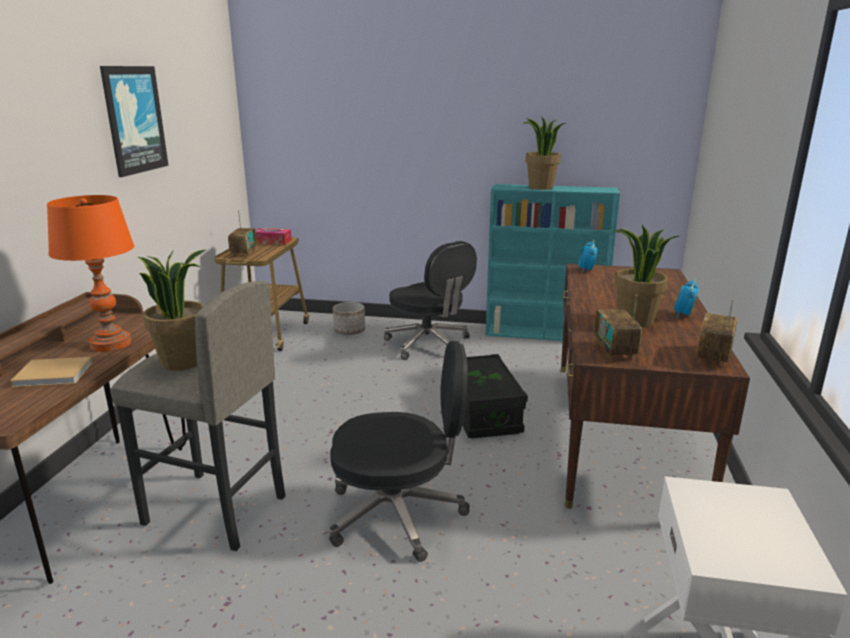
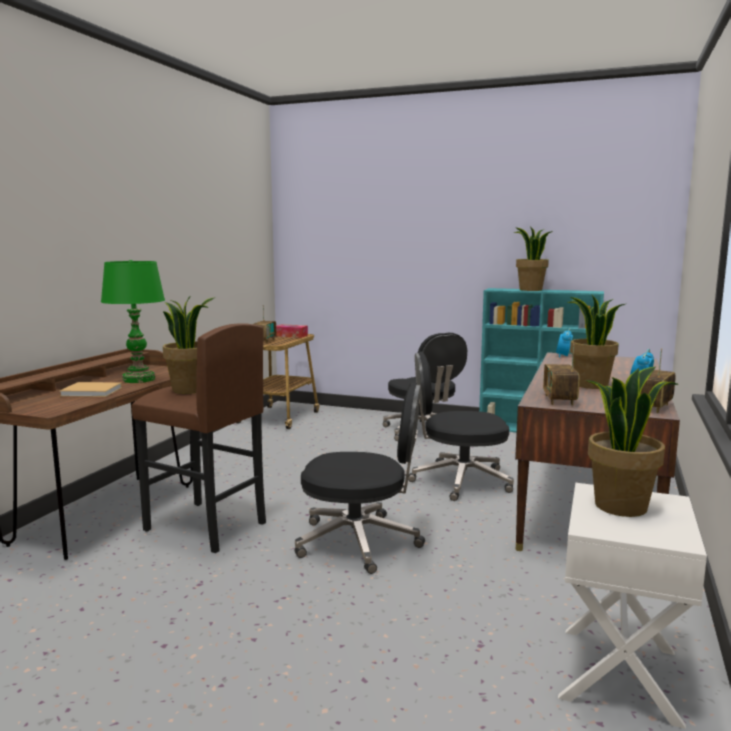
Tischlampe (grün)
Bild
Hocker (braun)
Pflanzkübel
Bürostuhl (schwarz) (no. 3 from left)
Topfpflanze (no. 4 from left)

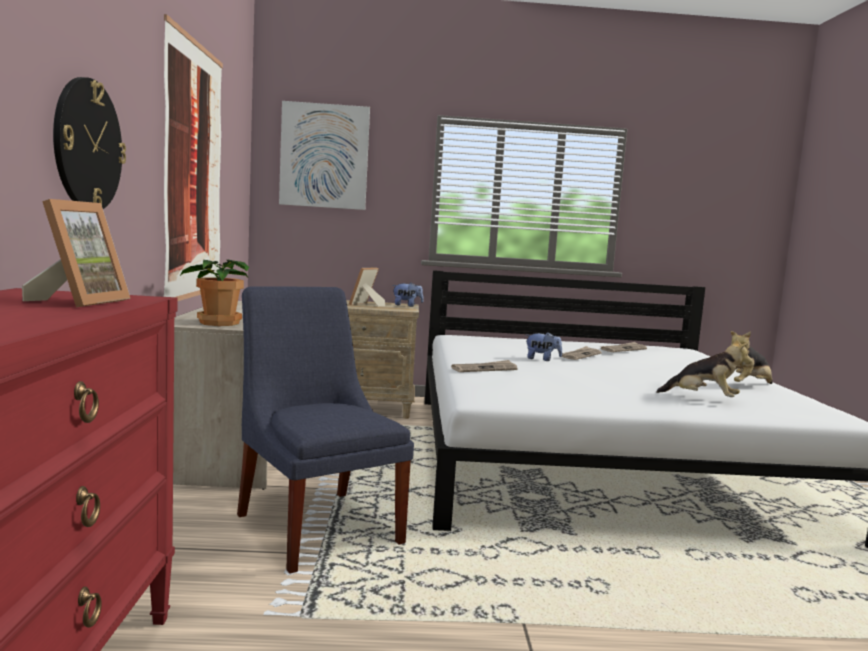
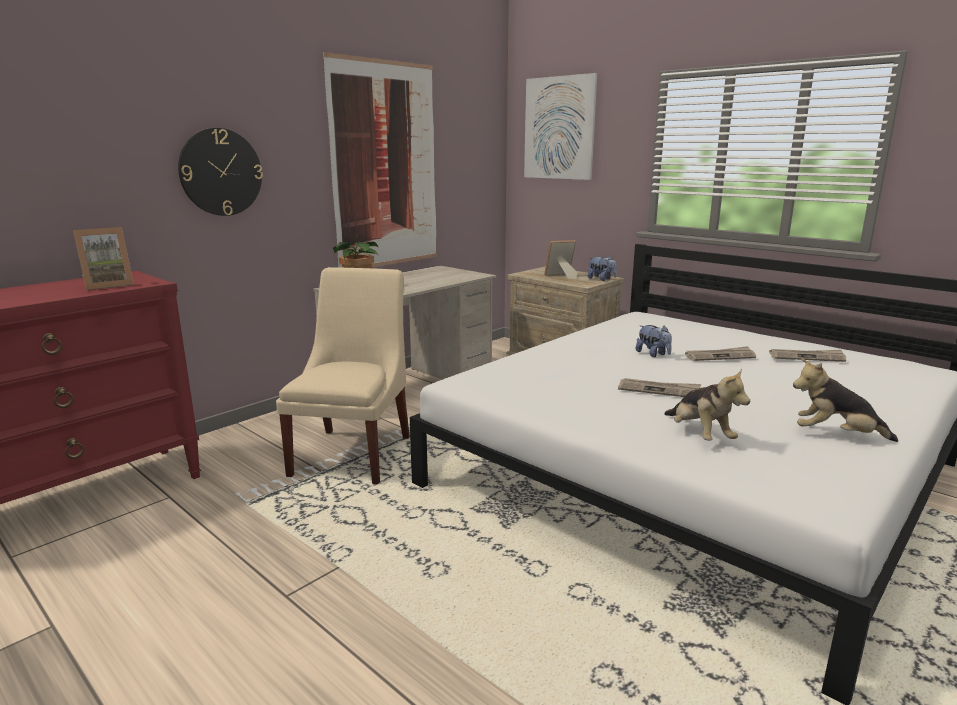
Stuhl (beige)
Zeitung (no. 1 from left)

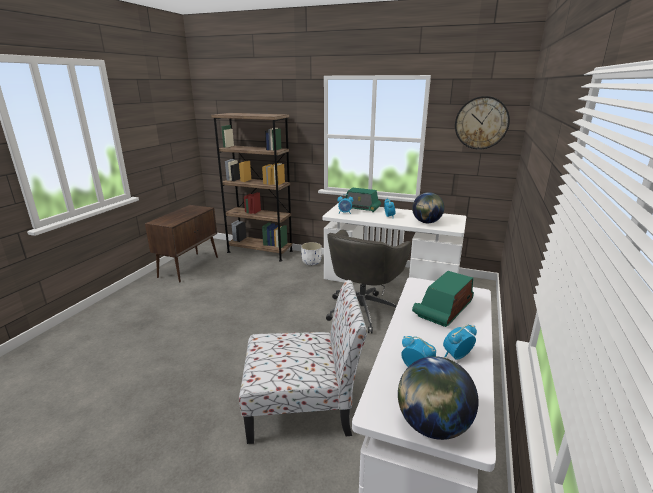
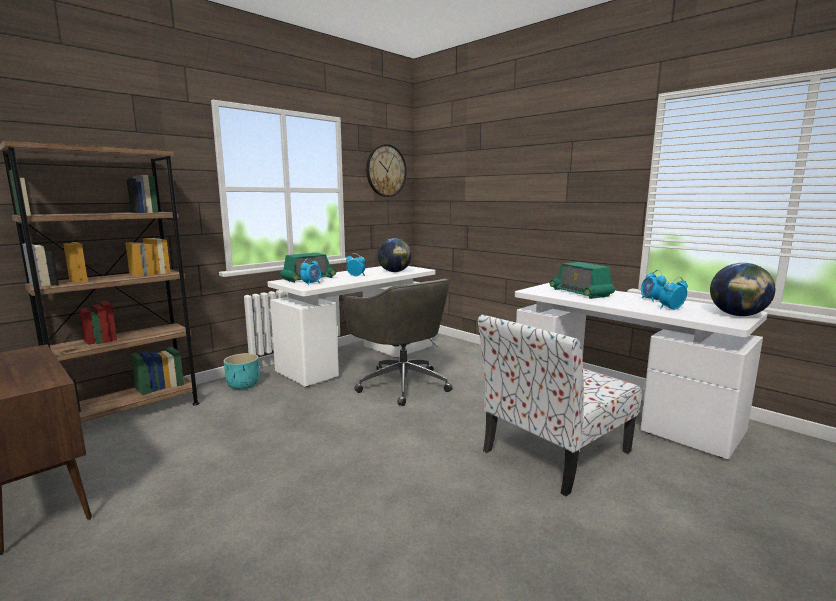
Stuhl
Pflanzkübel (türkis)

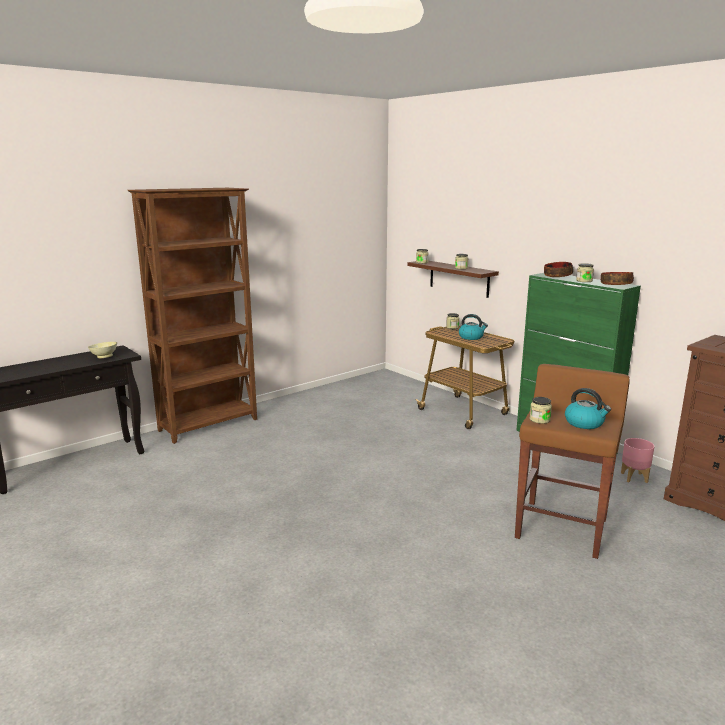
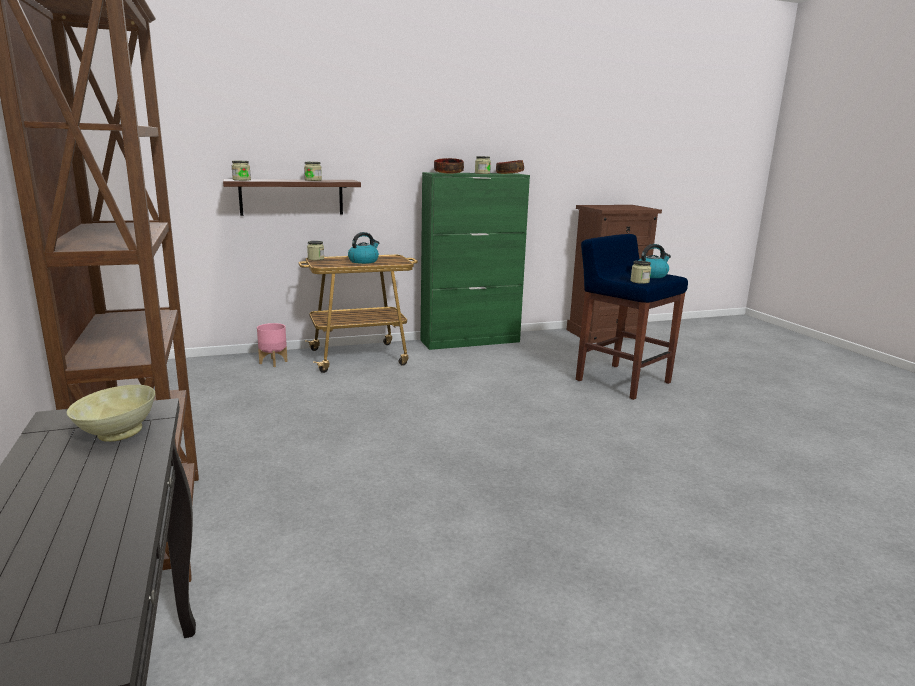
Hocker (blau)
Pflanzkübel (rosa)

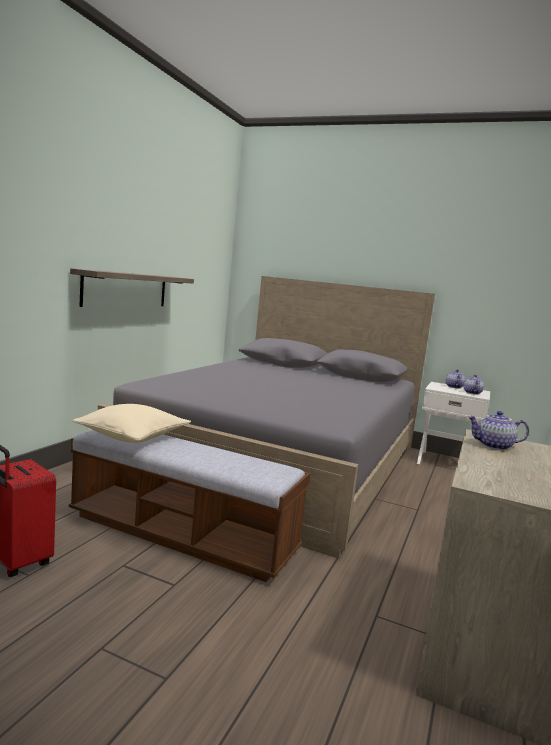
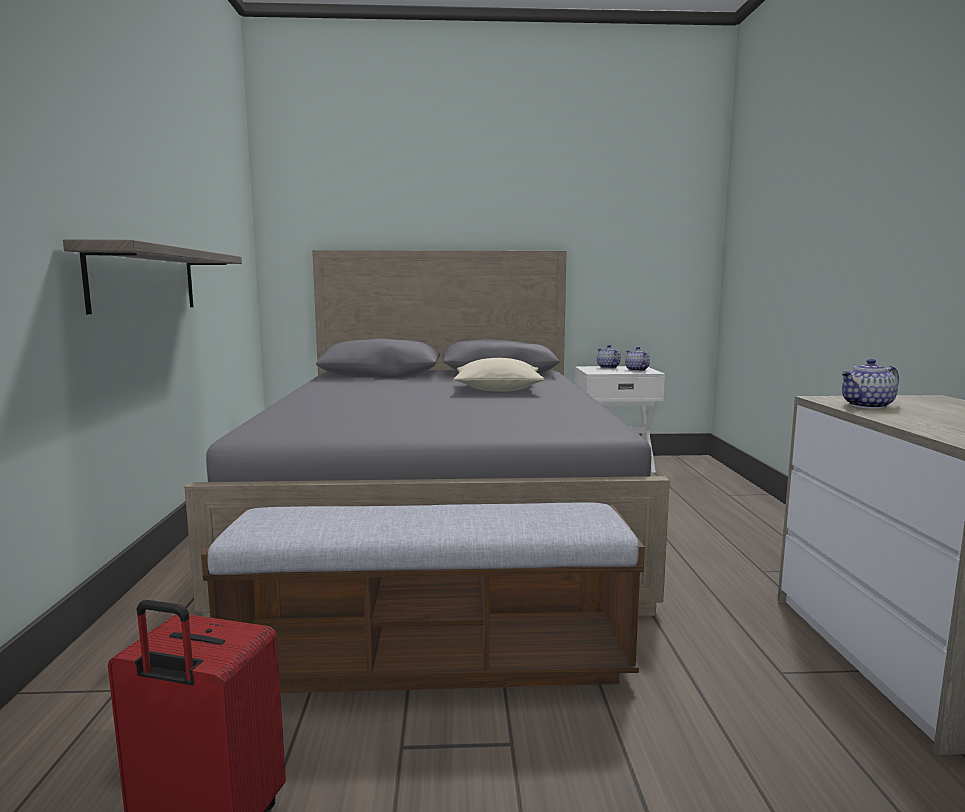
Kissen (beige)

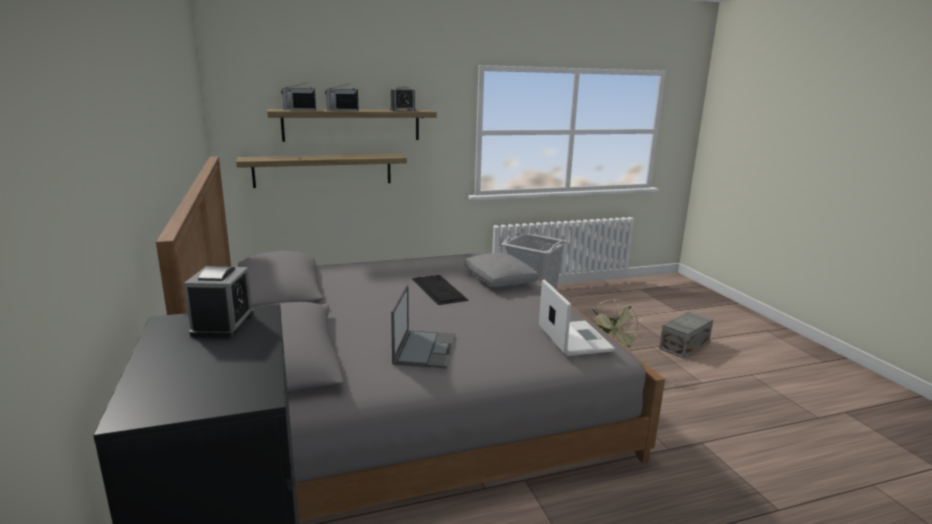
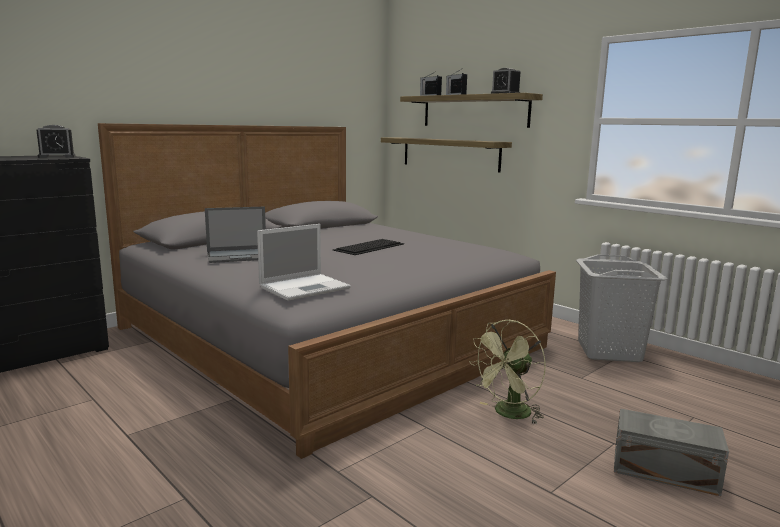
Kissen (grau)

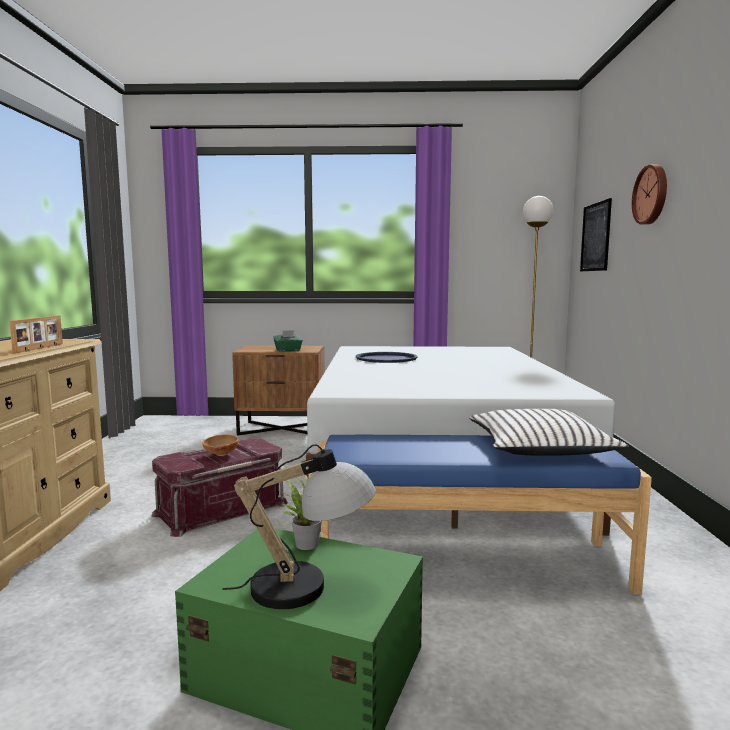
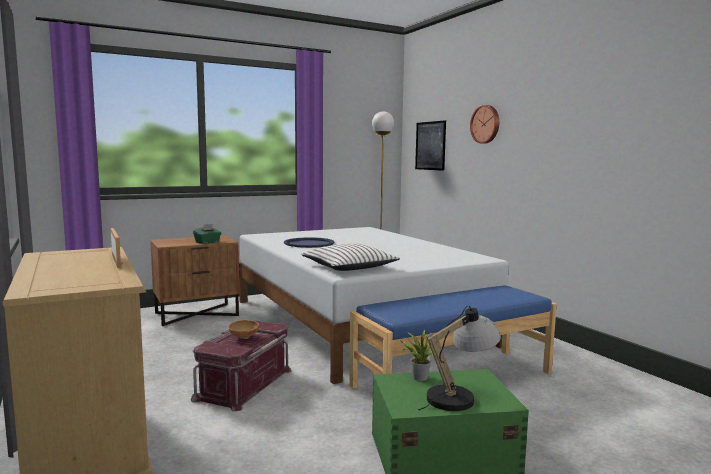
Kissen (weiß)

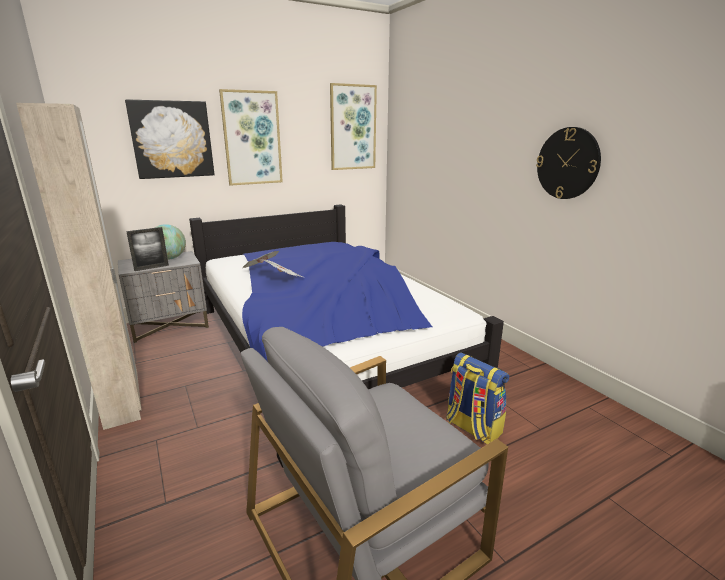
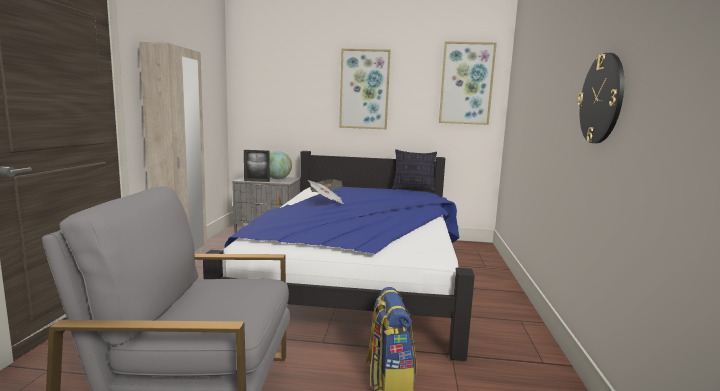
Bild (no. 1 from left in the first image)
Kissen

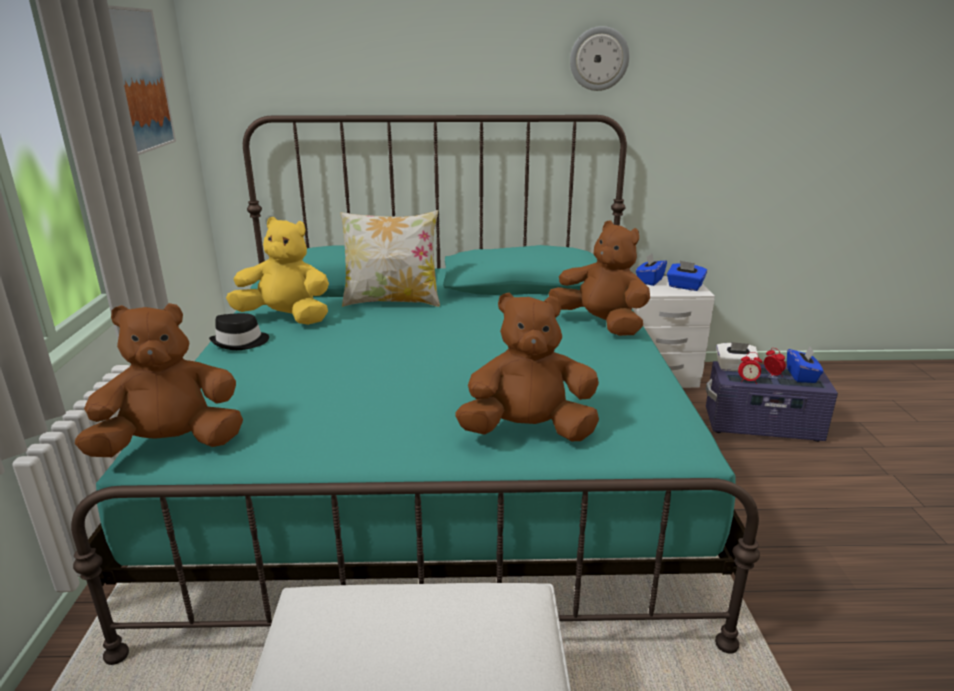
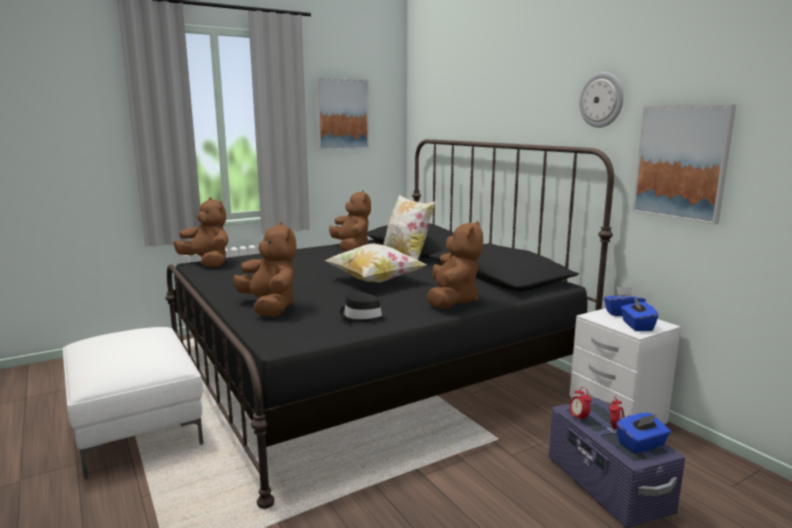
Bett (schwarz)
Hut (schwarz)
Plüschtier (braun) (no. 3 from left)
Taschentuchbox (weiß)
Kissen (no. 1 from left)
Bild (no. 2 from left)

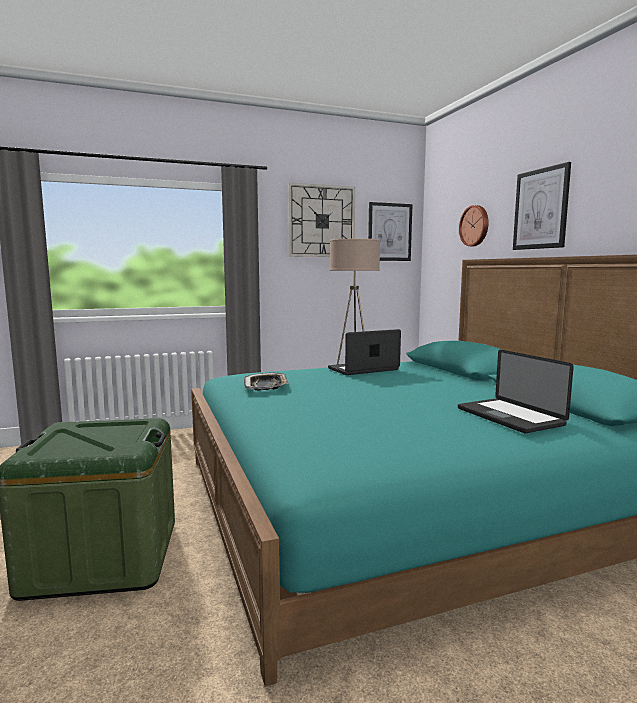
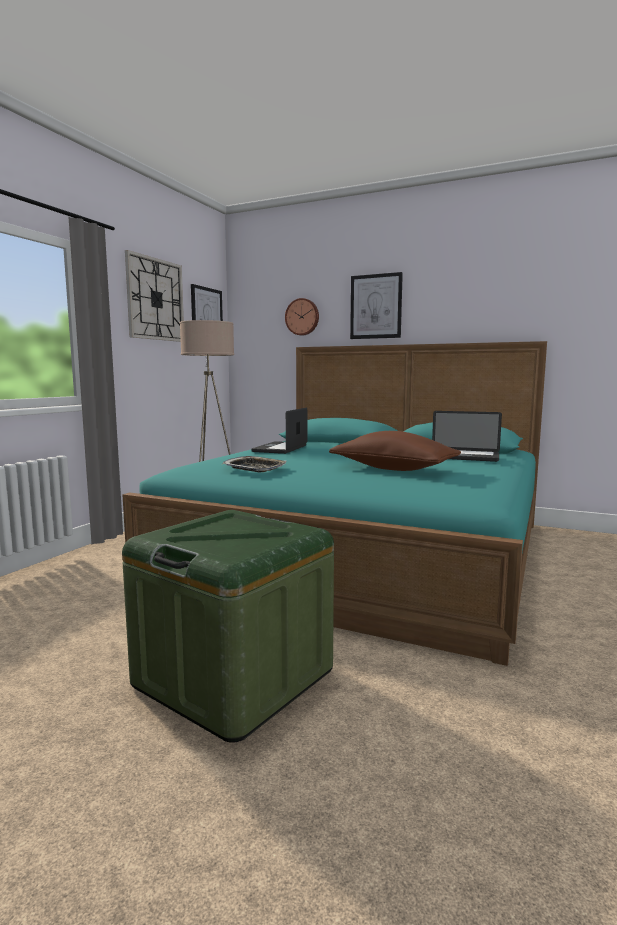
Kissen (braun)

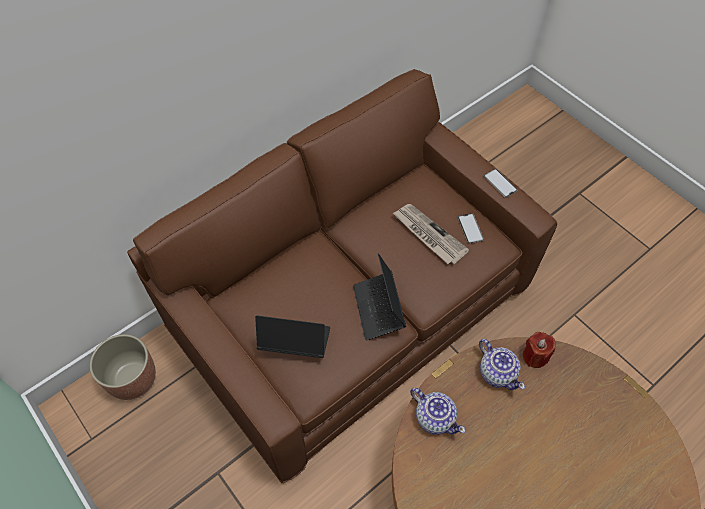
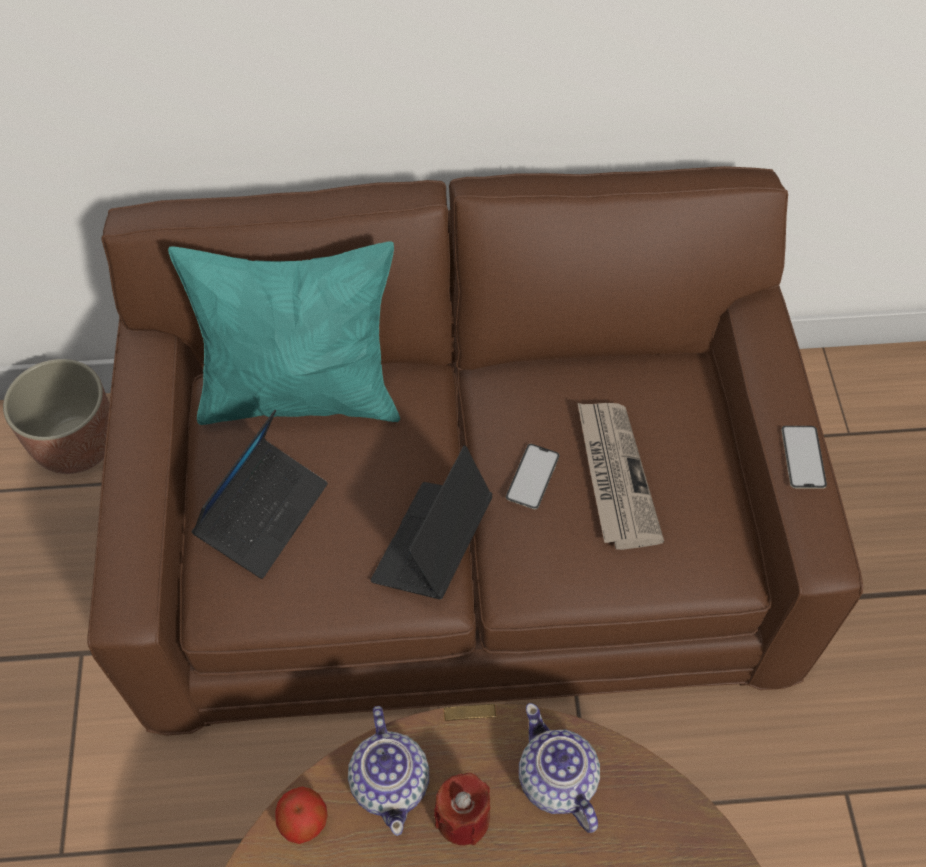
Laptop (no. 1 from left)
Handy (no. 1 from left)
Teekanne (no. 2 from left)
Kerze (rot)
Kissen (türkis)
Apfel

